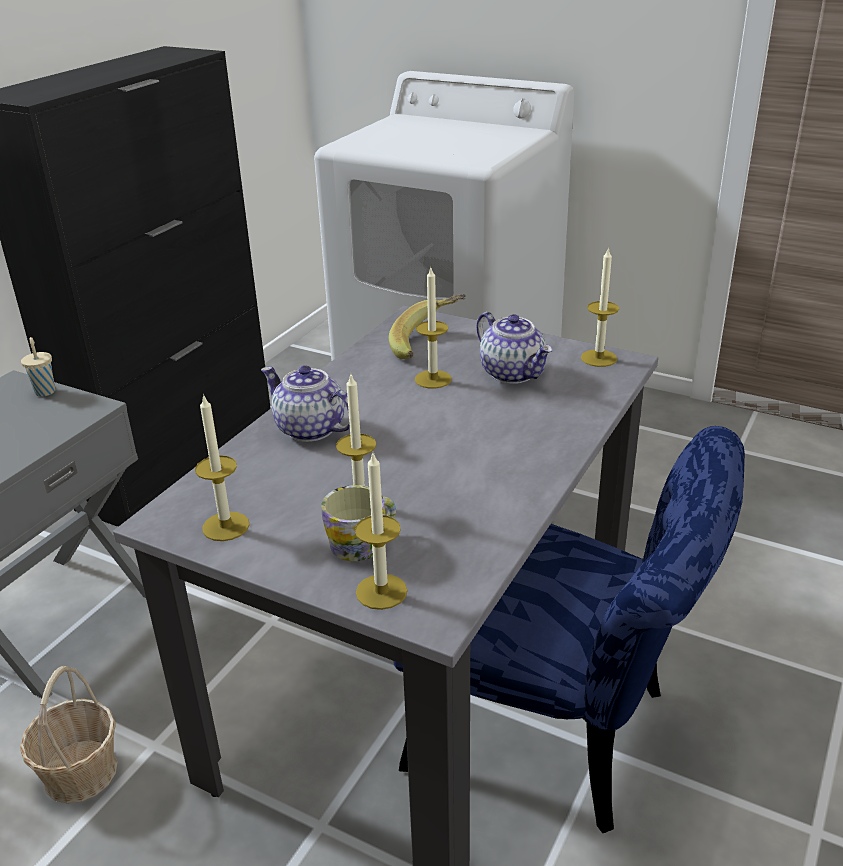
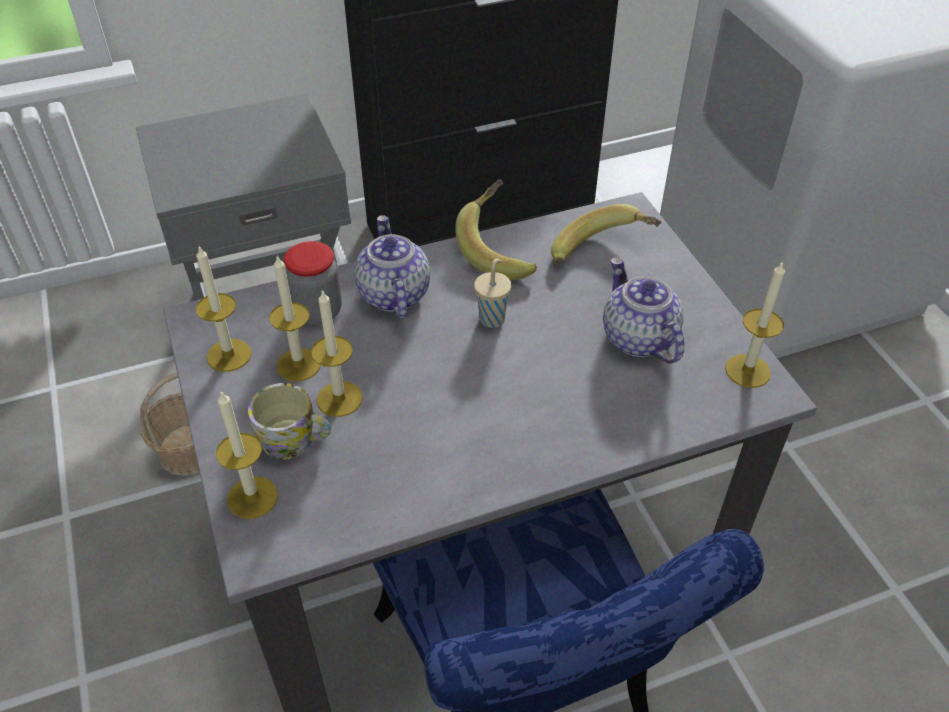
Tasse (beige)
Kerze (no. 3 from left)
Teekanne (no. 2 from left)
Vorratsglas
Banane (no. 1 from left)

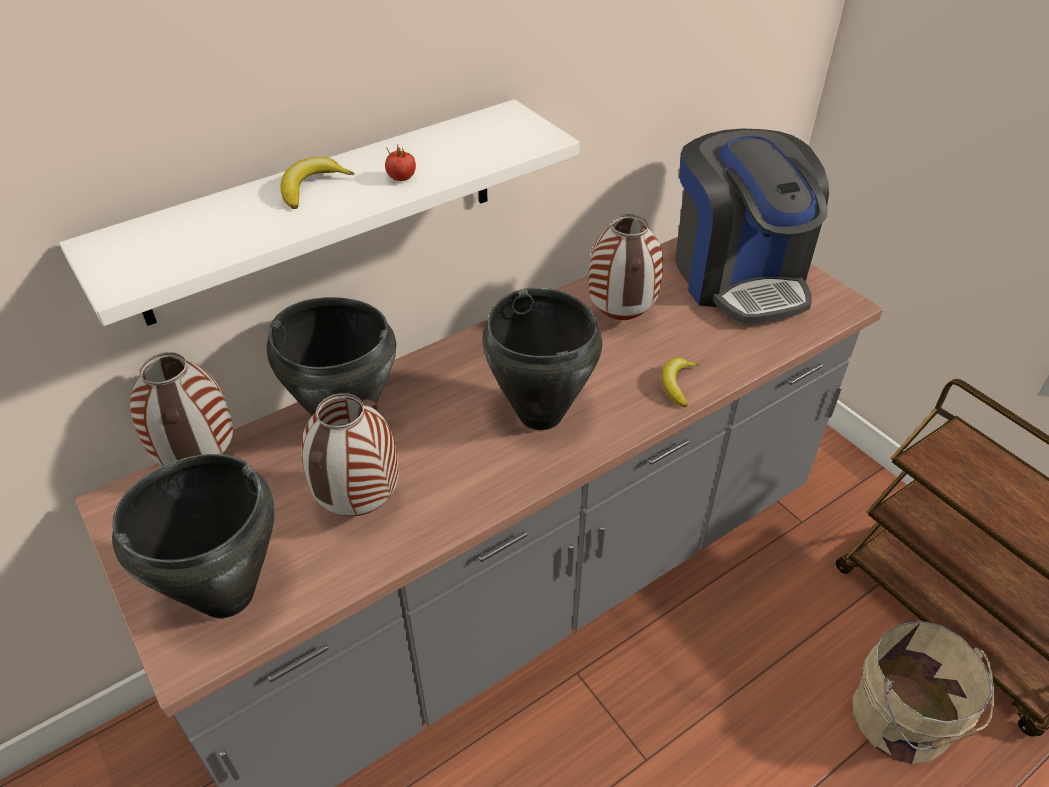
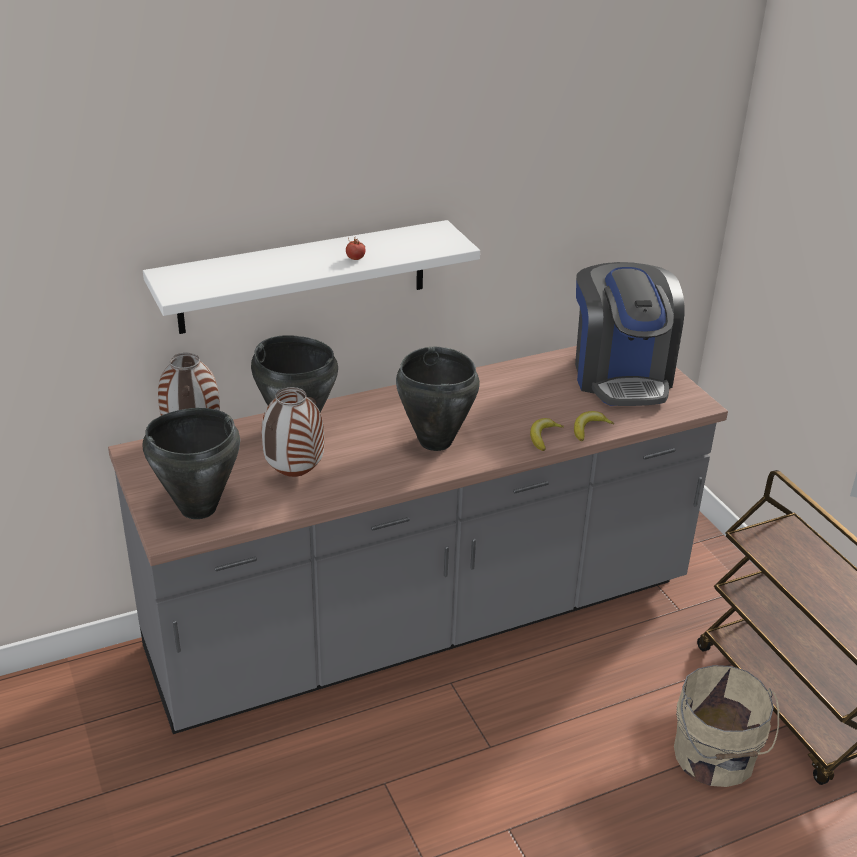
Banane (no. 2 from left)
Vase (no. 3 from left in the first image)

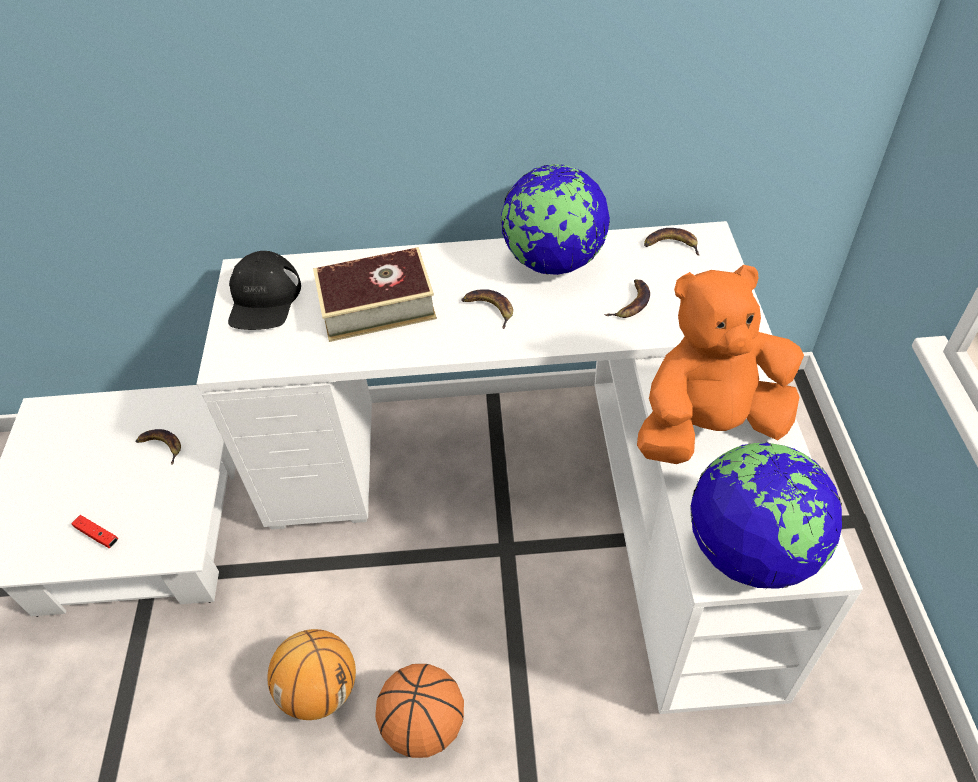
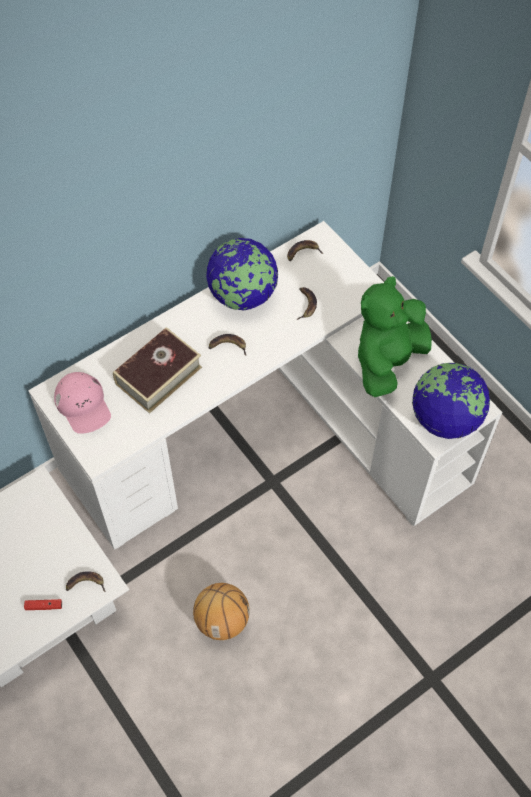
Banane (no. 1 from left)
Kappe (rosa)
Basketball (no. 2 from left in the first image)
Plüschtier (grün)

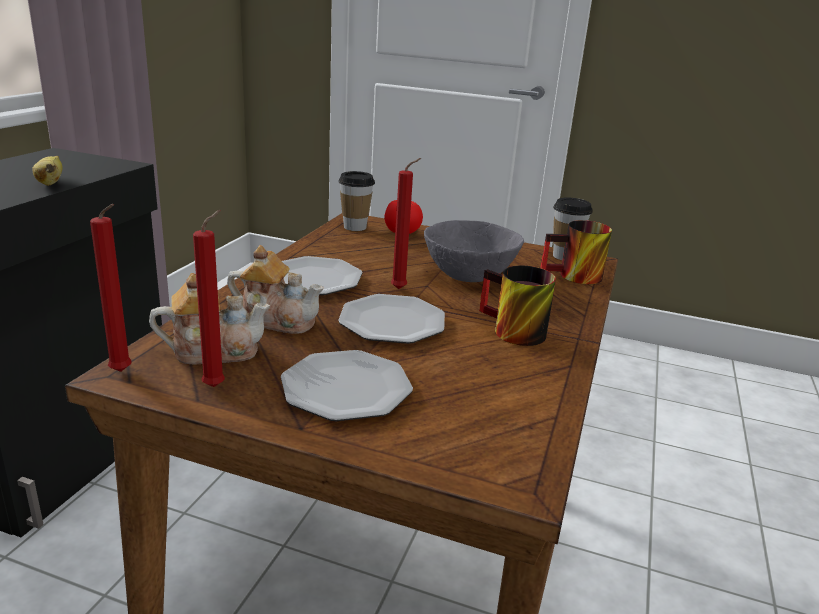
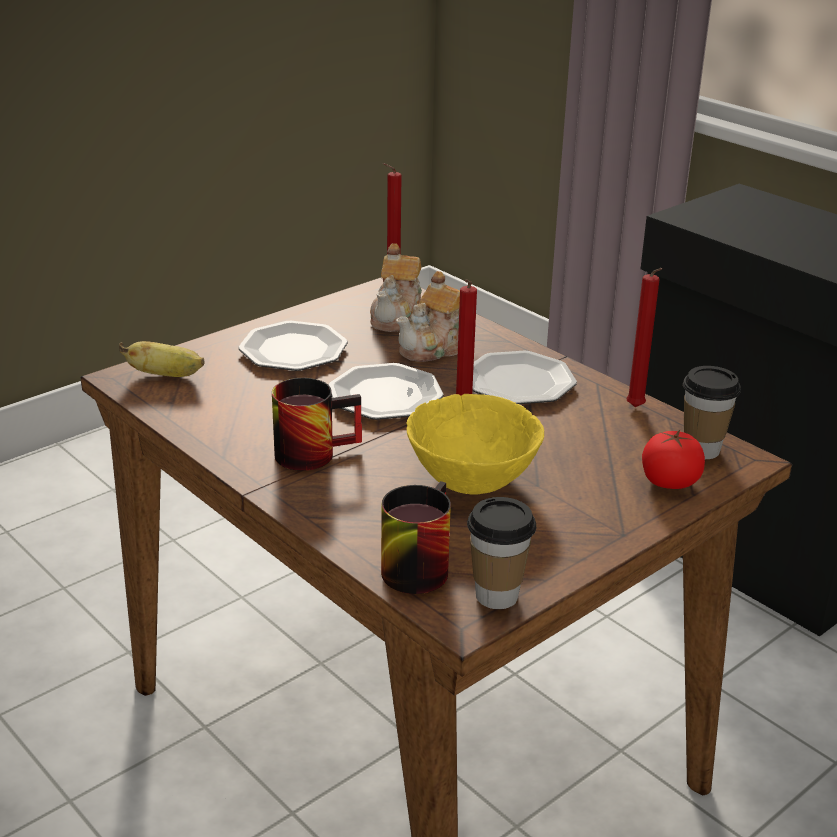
Banane
Kerze (rot) (no. 3 from left)
Schüssel (gelb)

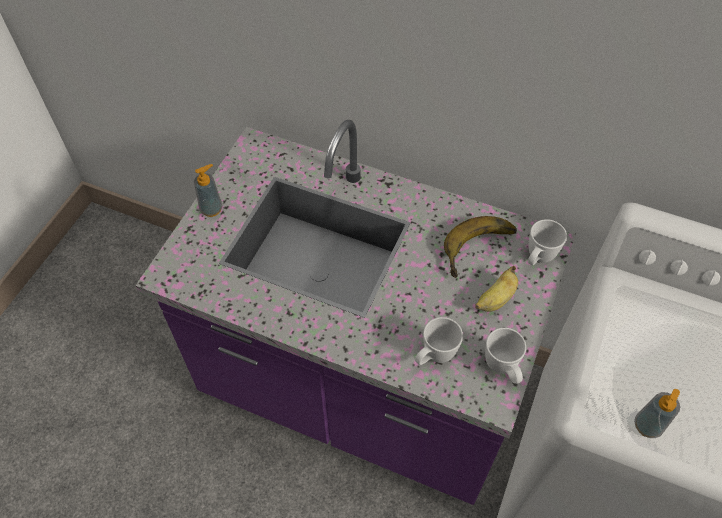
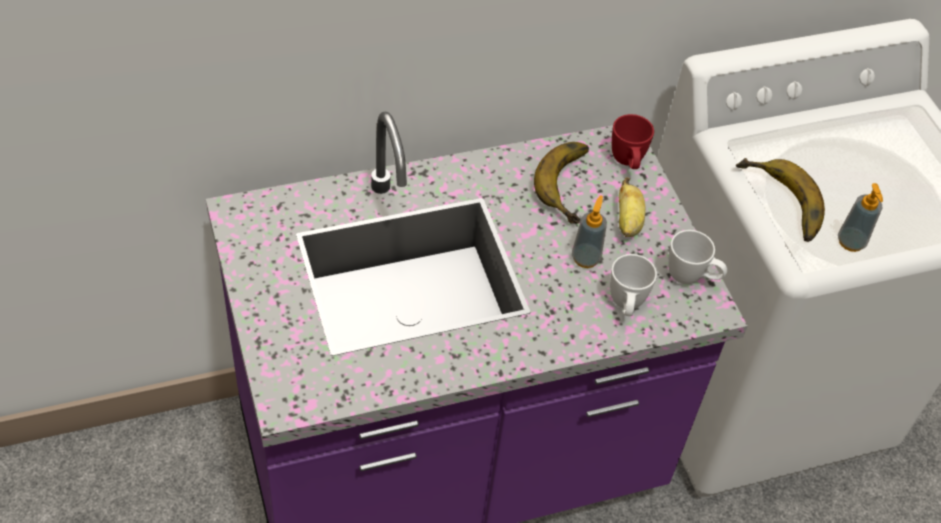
Seifenspender (no. 1 from left)
Henkelbecher (rot)
Banane (no. 3 from left)

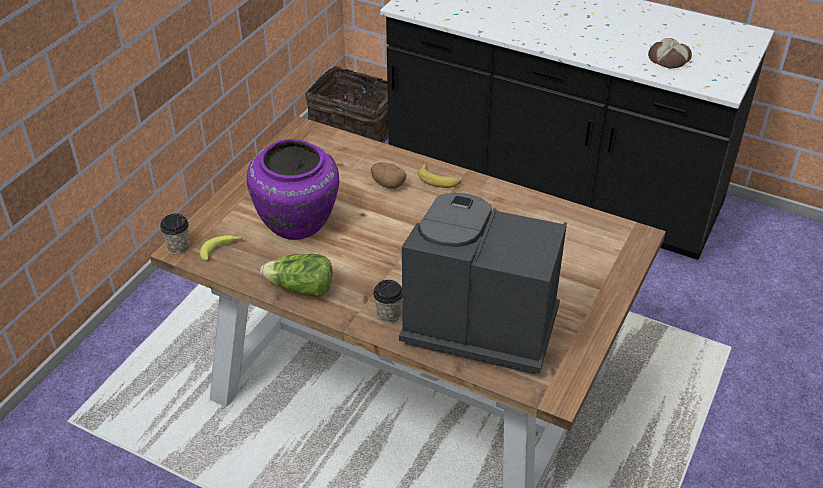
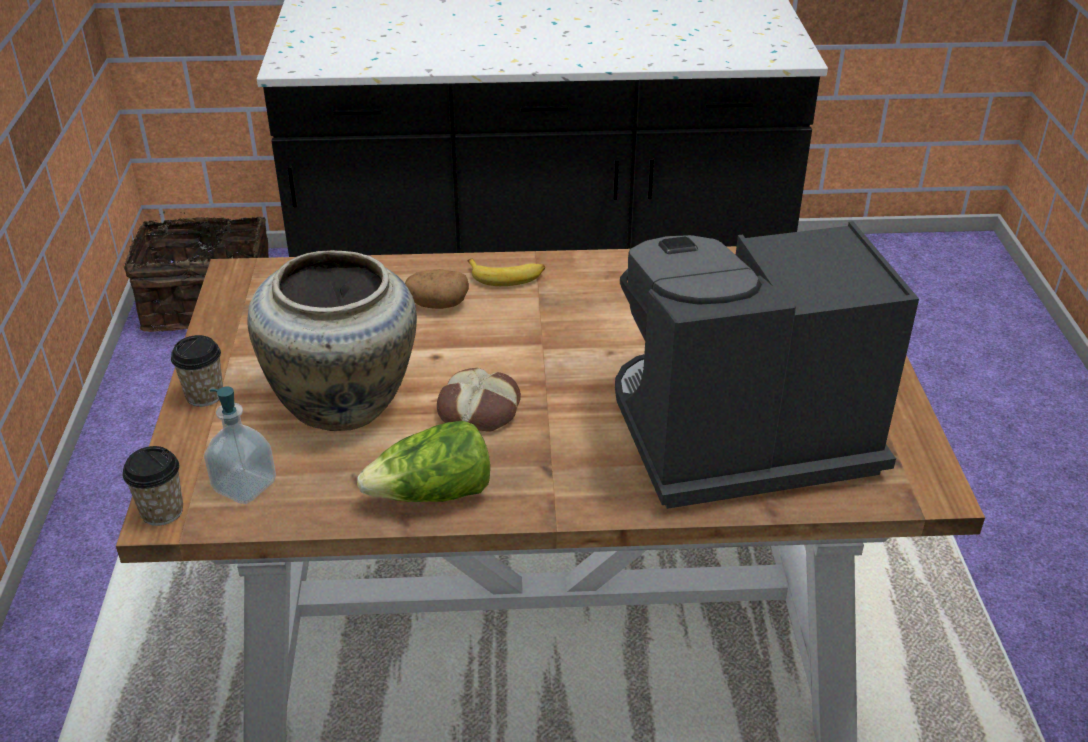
Seifenspender
Vase (beige)
Tasse (no. 2 from left)
Brot

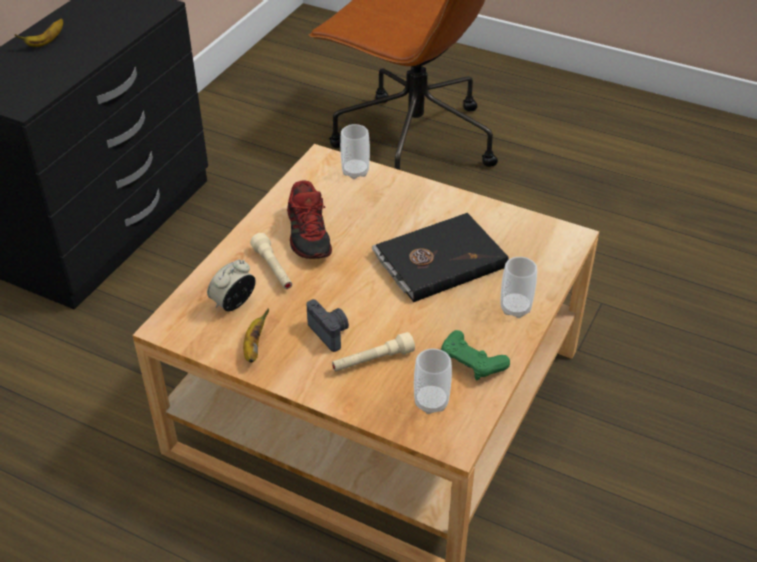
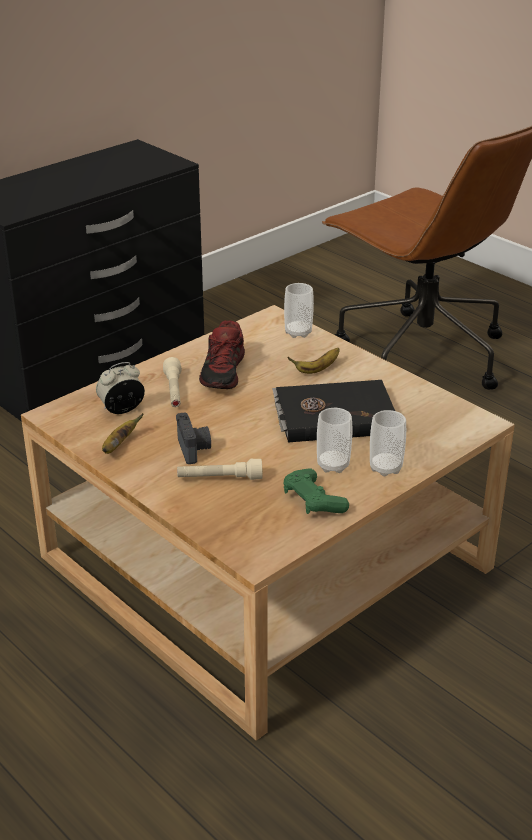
Banane (no. 2 from left)
Tasse (no. 2 from left)

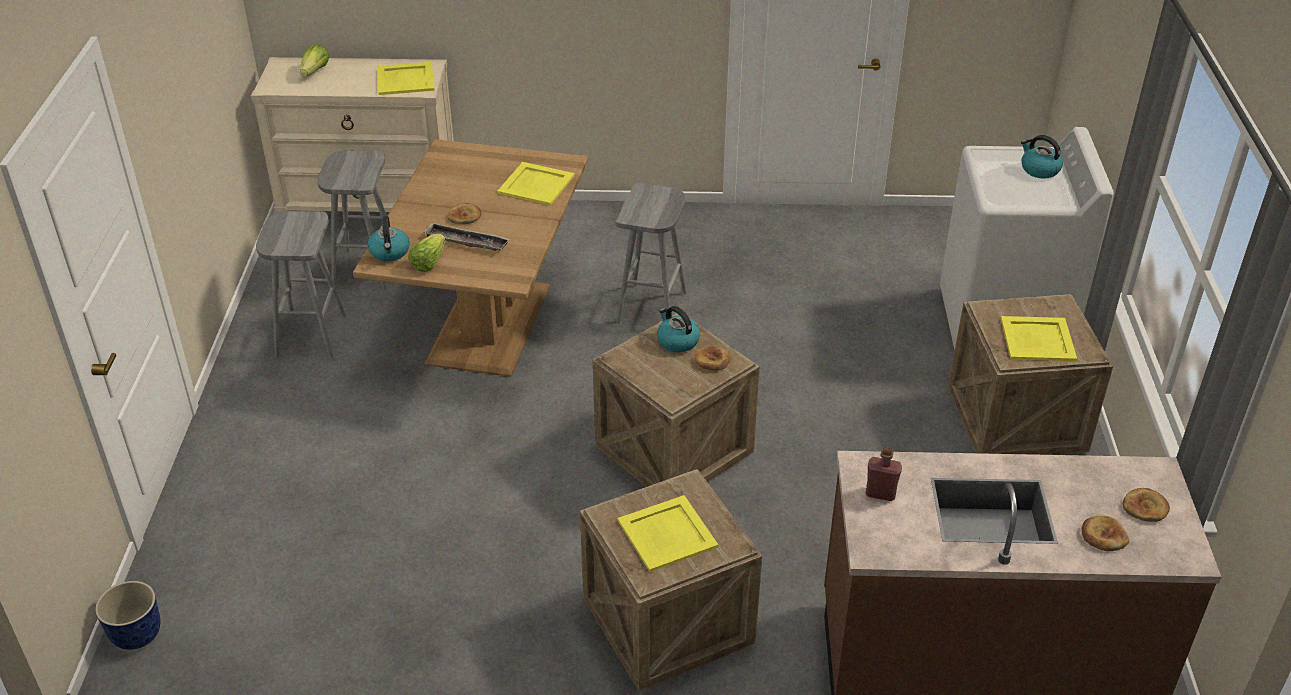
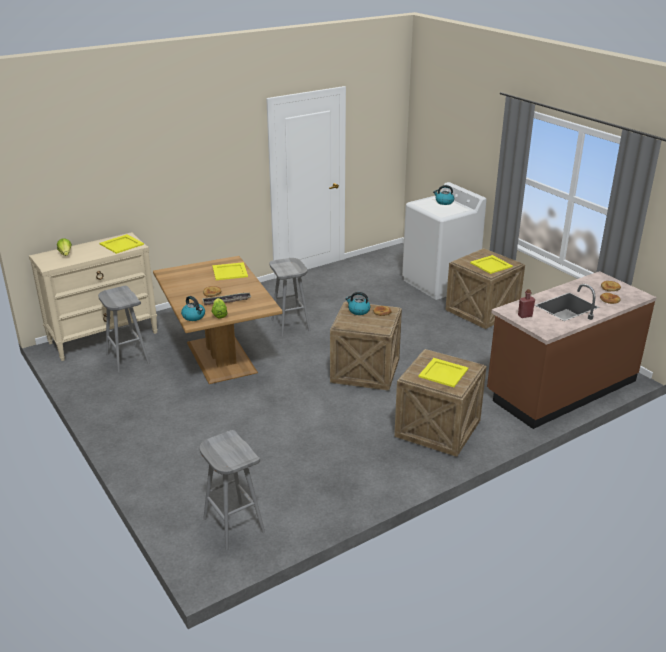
Pflanzkübel
Hocker (grau) (no. 2 from left)

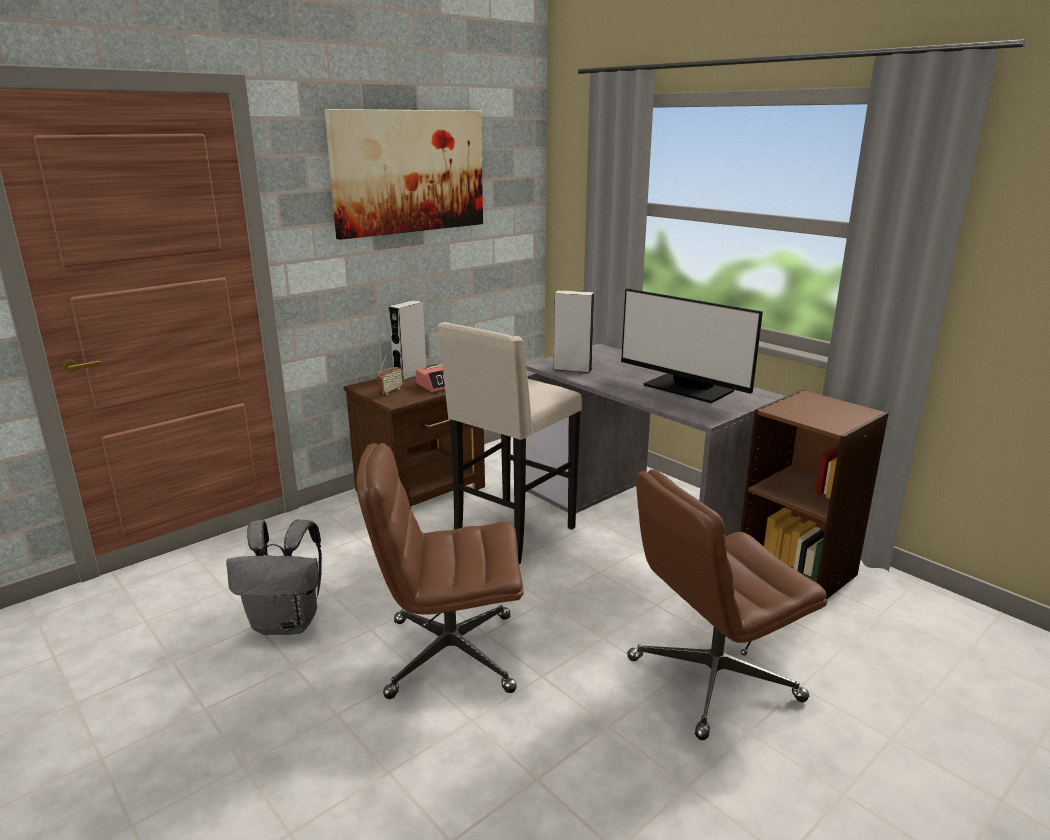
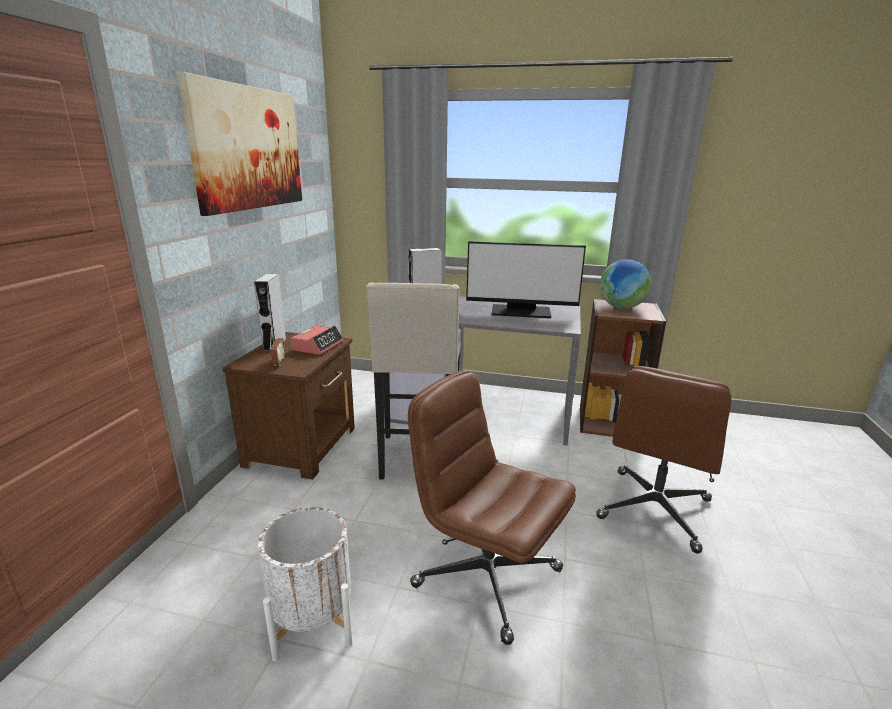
Pflanzkübel (weiß)
Bürostuhl (braun) (no. 1 from left)
Globus

